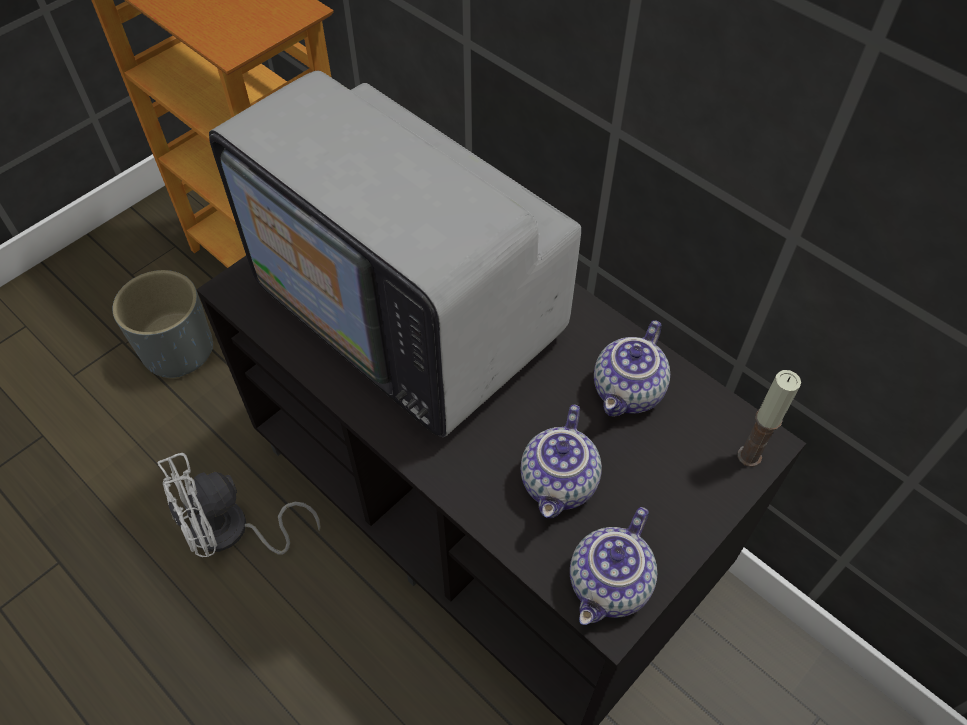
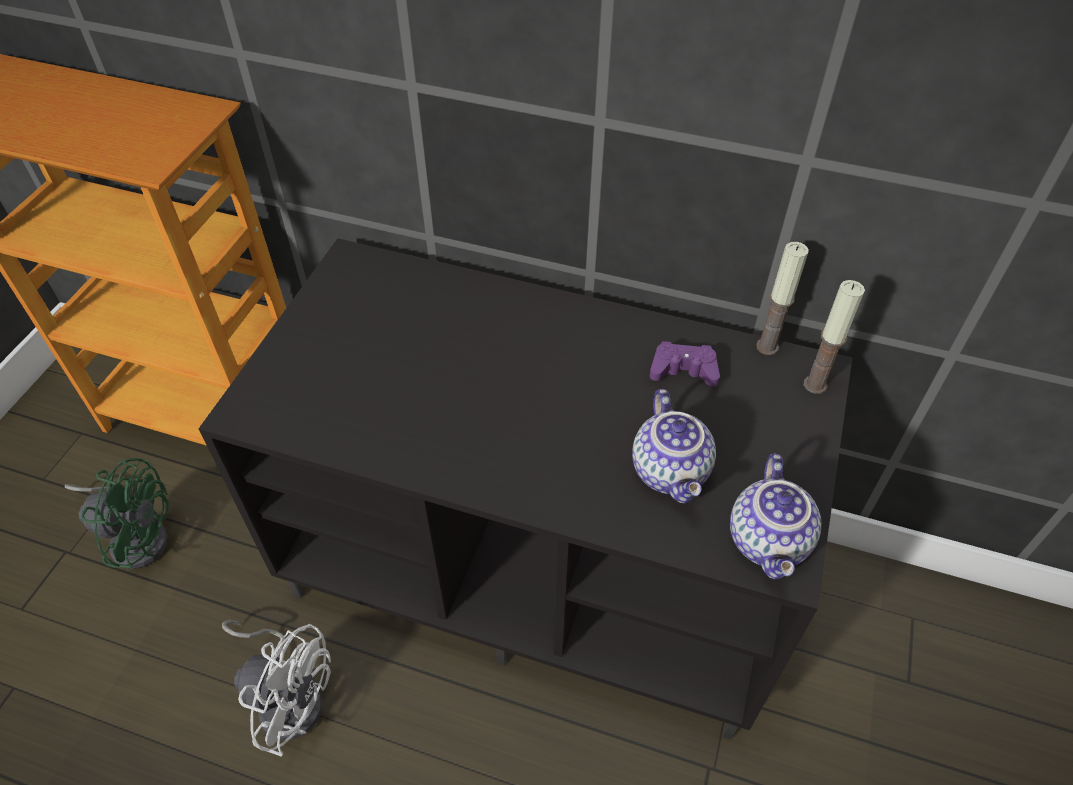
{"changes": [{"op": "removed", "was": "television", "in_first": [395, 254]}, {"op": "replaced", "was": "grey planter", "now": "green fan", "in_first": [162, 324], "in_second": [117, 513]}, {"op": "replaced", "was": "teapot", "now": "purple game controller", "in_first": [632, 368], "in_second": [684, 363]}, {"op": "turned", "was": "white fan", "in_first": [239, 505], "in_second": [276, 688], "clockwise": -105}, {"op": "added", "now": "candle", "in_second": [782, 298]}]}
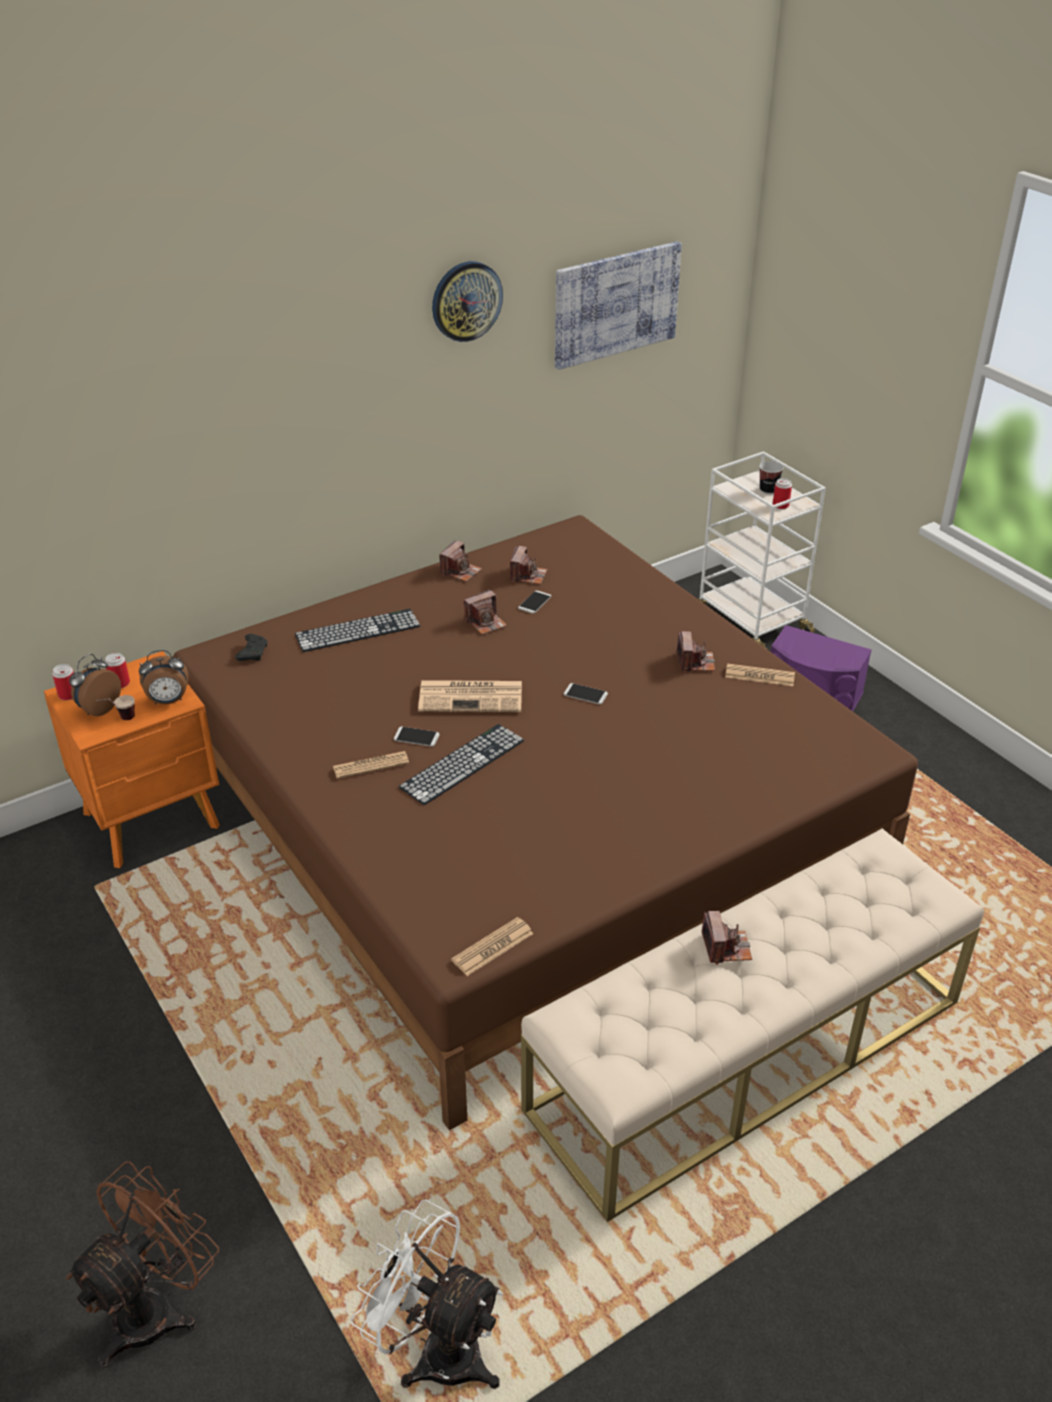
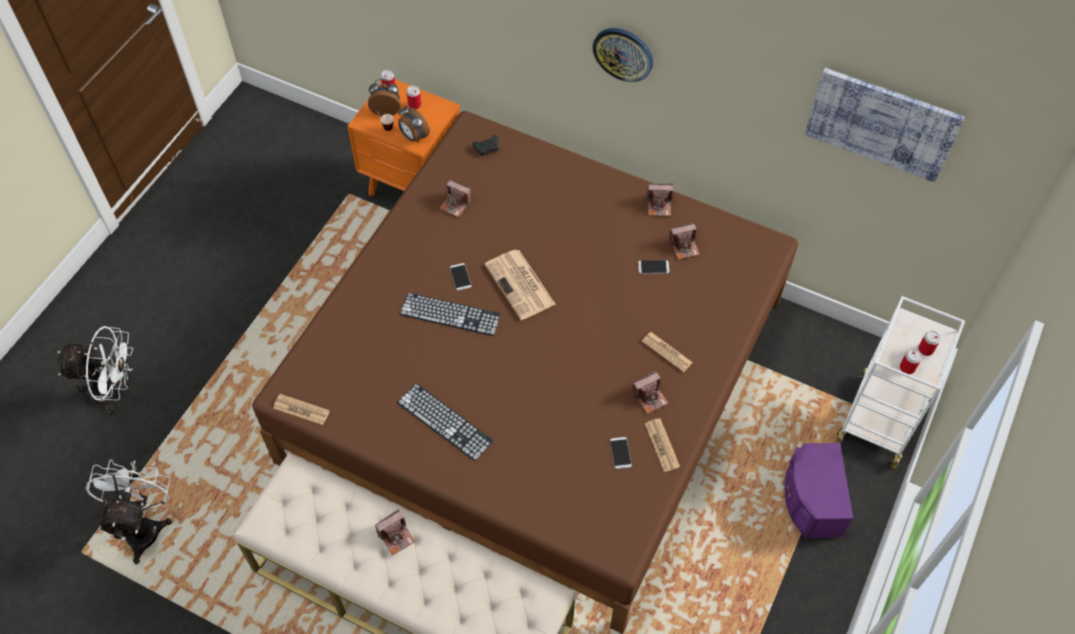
{"changes": [{"op": "moved", "was": "wall clock", "in_first": [467, 301], "in_second": [622, 55]}, {"op": "replaced", "was": "cup", "now": "can", "in_first": [771, 478], "in_second": [929, 343]}, {"op": "moved", "was": "photo camera", "in_first": [485, 612], "in_second": [456, 198]}, {"op": "moved", "was": "keyboard", "in_first": [357, 630], "in_second": [445, 422]}, {"op": "moved", "was": "phone", "in_first": [586, 693], "in_second": [621, 453]}, {"op": "moved", "was": "newspaper", "in_first": [371, 765], "in_second": [667, 352]}, {"op": "recoloured", "was": "brown fan", "now": "white fan", "in_first": [142, 1264], "in_second": [95, 370]}]}
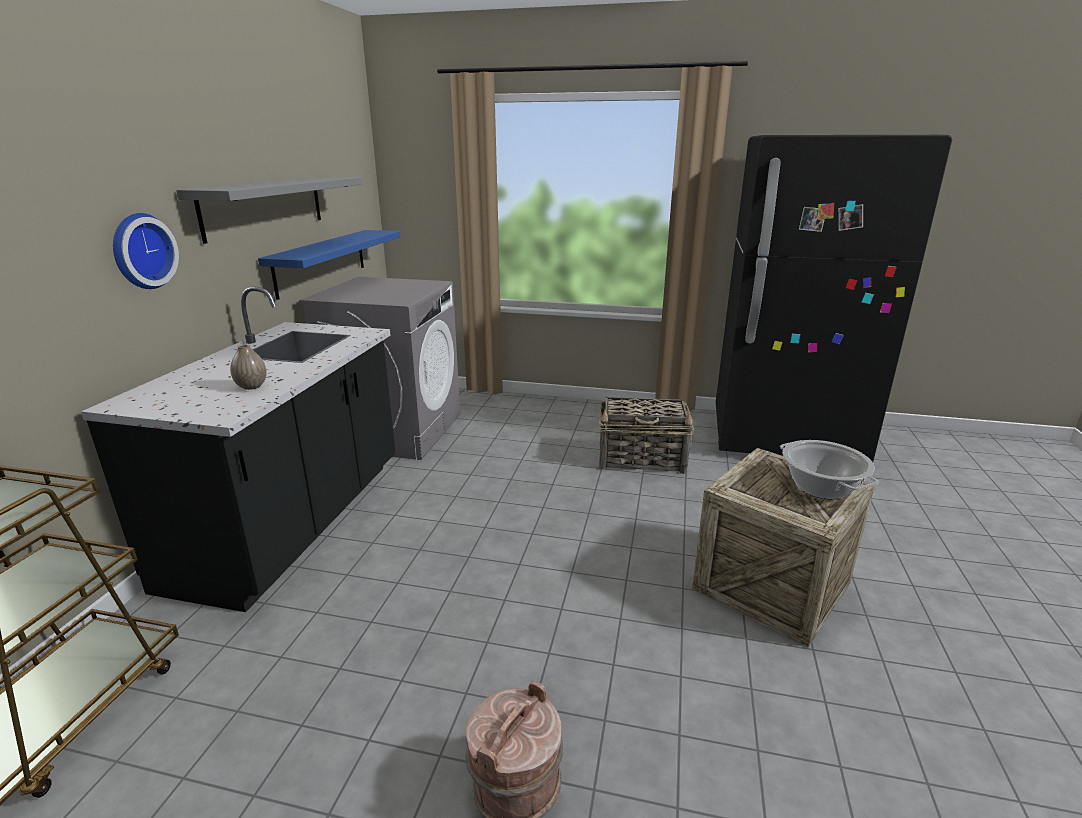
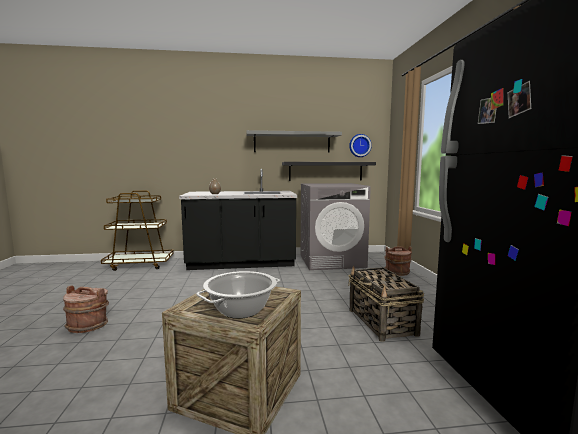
{"changes": [{"op": "moved", "was": "wall clock", "in_first": [146, 251], "in_second": [360, 145]}, {"op": "recoloured", "was": "blue shelf", "now": "black shelf", "in_first": [329, 265], "in_second": [329, 171]}, {"op": "added", "now": "brown bucket", "in_second": [398, 261]}]}
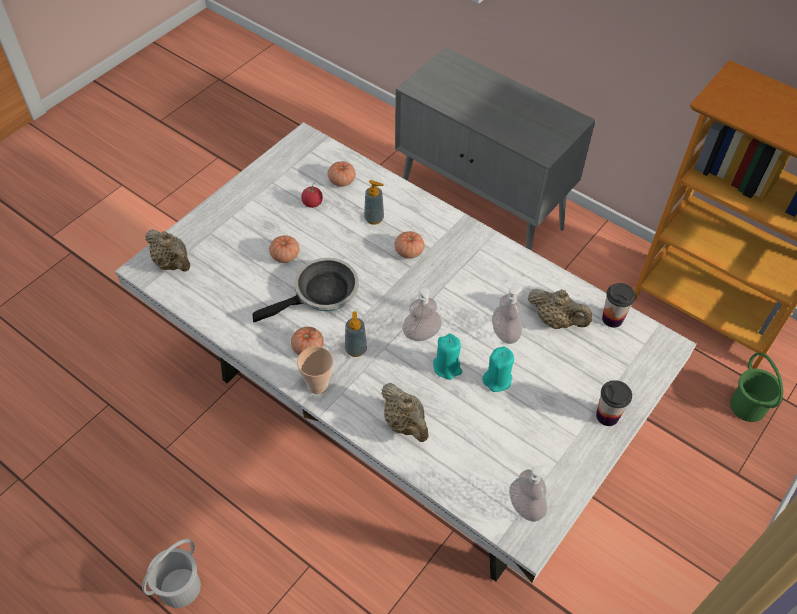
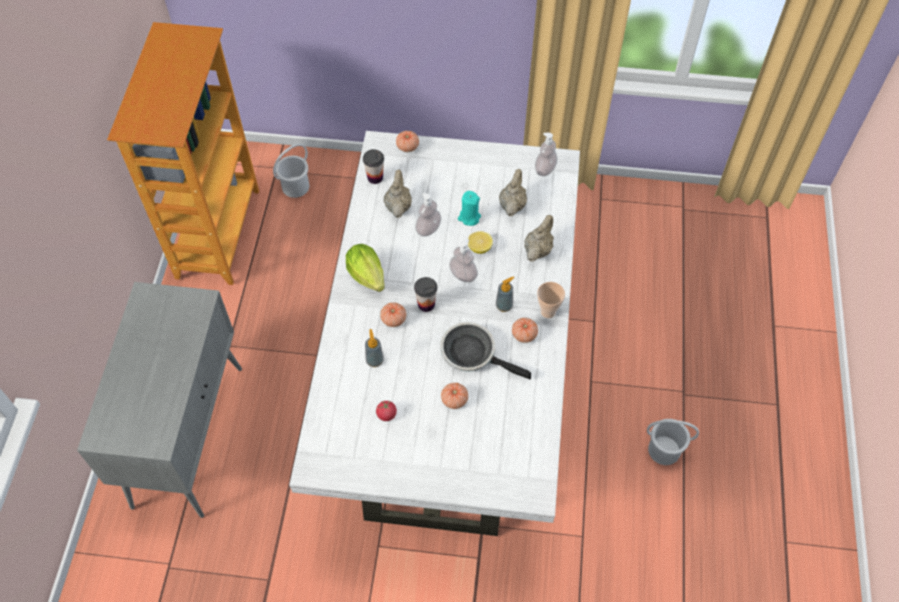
{"changes": [{"op": "moved", "was": "tomato", "in_first": [342, 174], "in_second": [407, 141]}, {"op": "moved", "was": "beige teapot", "in_first": [167, 250], "in_second": [513, 192]}, {"op": "replaced", "was": "turquoise candle", "now": "lemon", "in_first": [447, 357], "in_second": [480, 242]}, {"op": "recoloured", "was": "green bucket", "now": "white bucket", "in_first": [756, 387], "in_second": [291, 171]}, {"op": "moved", "was": "cup", "in_first": [614, 403], "in_second": [425, 294]}, {"op": "added", "now": "lettuce", "in_second": [365, 268]}]}
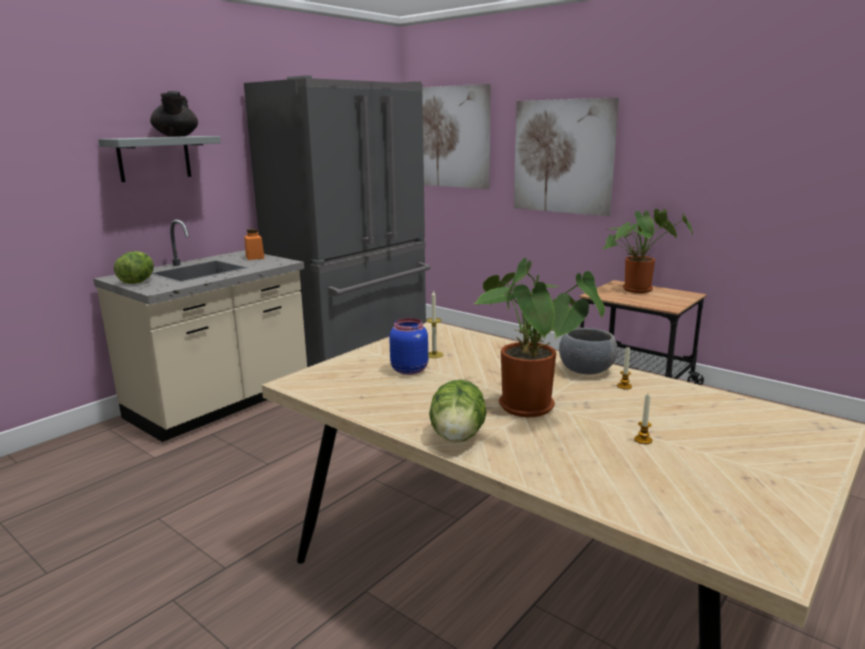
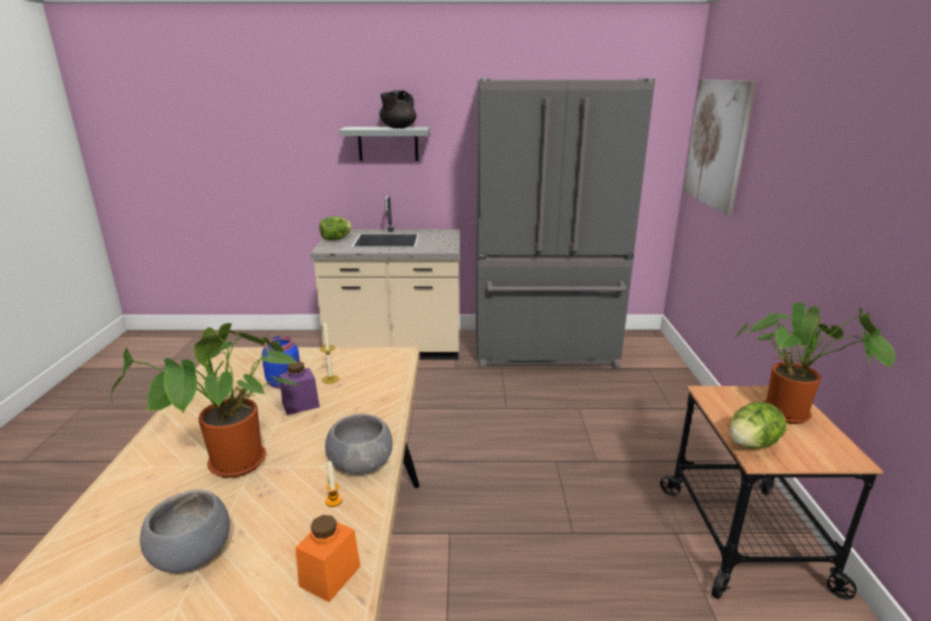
{"changes": [{"op": "removed", "was": "picture", "in_first": [566, 156]}, {"op": "moved", "was": "orange jar", "in_first": [254, 244], "in_second": [327, 558]}, {"op": "moved", "was": "lettuce", "in_first": [458, 411], "in_second": [758, 425]}, {"op": "replaced", "was": "candle", "now": "grey bowl", "in_first": [643, 419], "in_second": [185, 531]}, {"op": "added", "now": "purple jar", "in_second": [299, 388]}]}
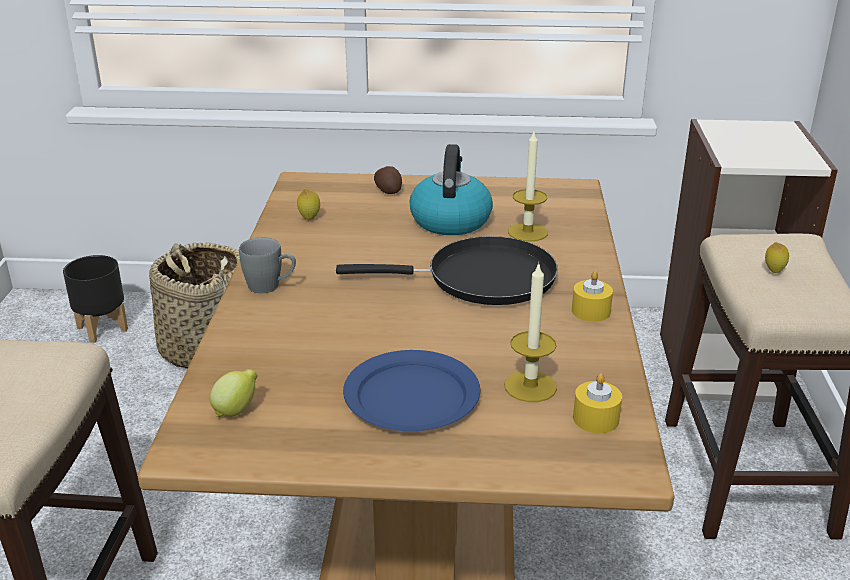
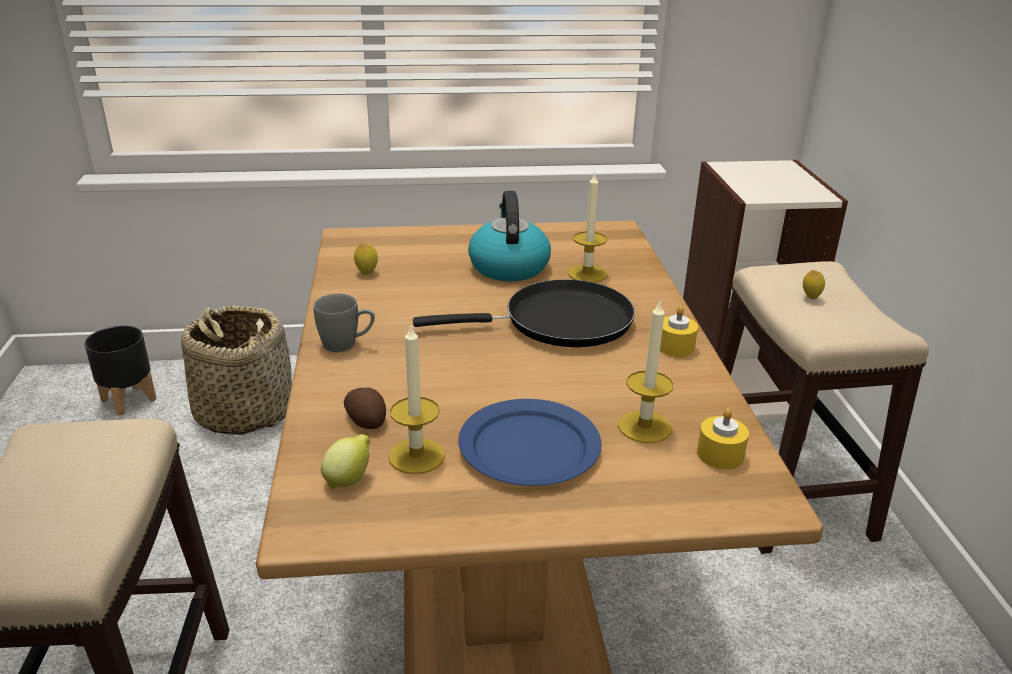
{"changes": [{"op": "moved", "was": "potato", "in_first": [388, 180], "in_second": [365, 408]}, {"op": "added", "now": "candle", "in_second": [416, 400]}]}
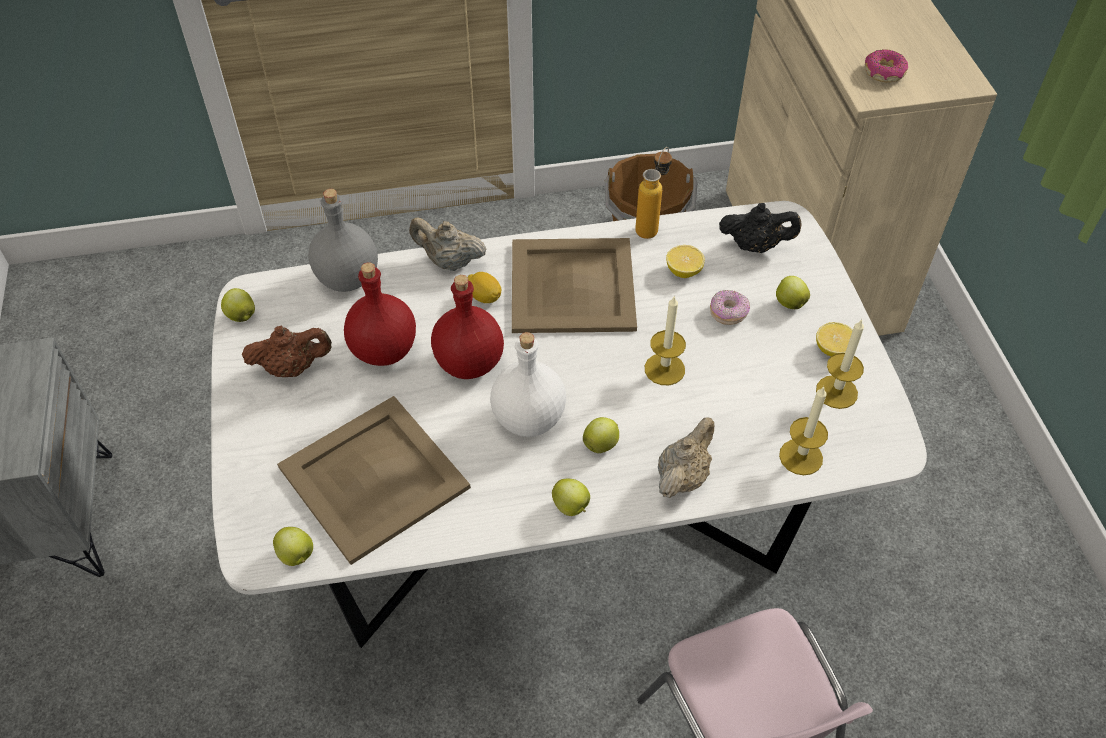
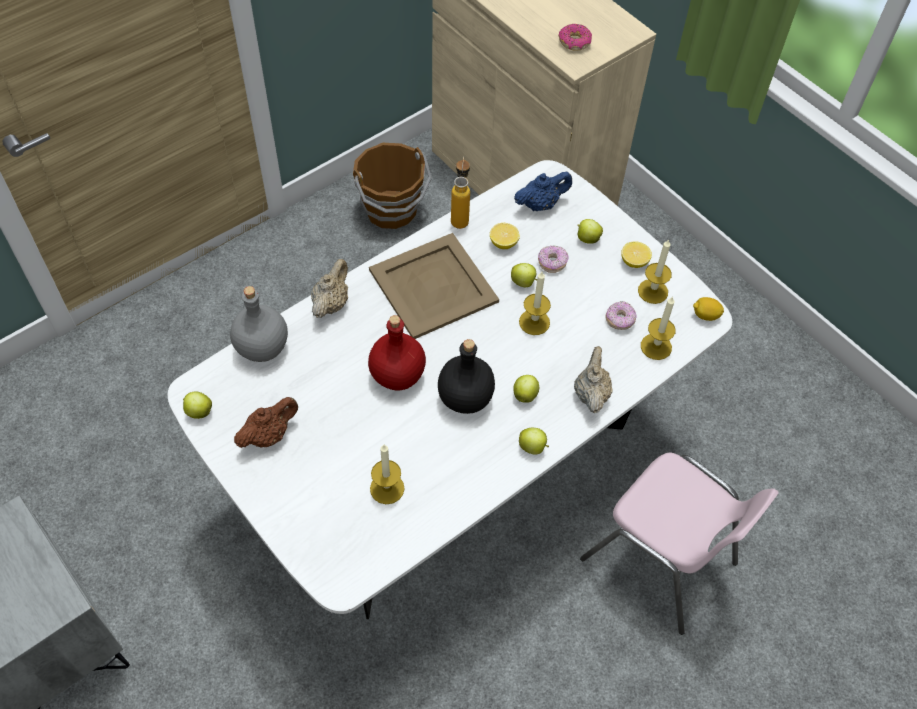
{"changes": [{"op": "recoloured", "was": "black teapot", "now": "blue teapot", "in_first": [760, 228], "in_second": [543, 191]}, {"op": "turned", "was": "beige teapot", "in_first": [447, 244], "in_second": [329, 288], "clockwise": 120}, {"op": "removed", "was": "red bottle", "in_first": [380, 314]}, {"op": "moved", "was": "lemon", "in_first": [484, 287], "in_second": [708, 309]}, {"op": "recoloured", "was": "white bottle", "now": "black bottle", "in_first": [528, 384], "in_second": [466, 376]}, {"op": "replaced", "was": "beige tray", "now": "candle", "in_first": [374, 480], "in_second": [387, 474]}, {"op": "moved", "was": "apple", "in_first": [293, 546], "in_second": [524, 275]}, {"op": "added", "now": "donut", "in_second": [621, 315]}]}
